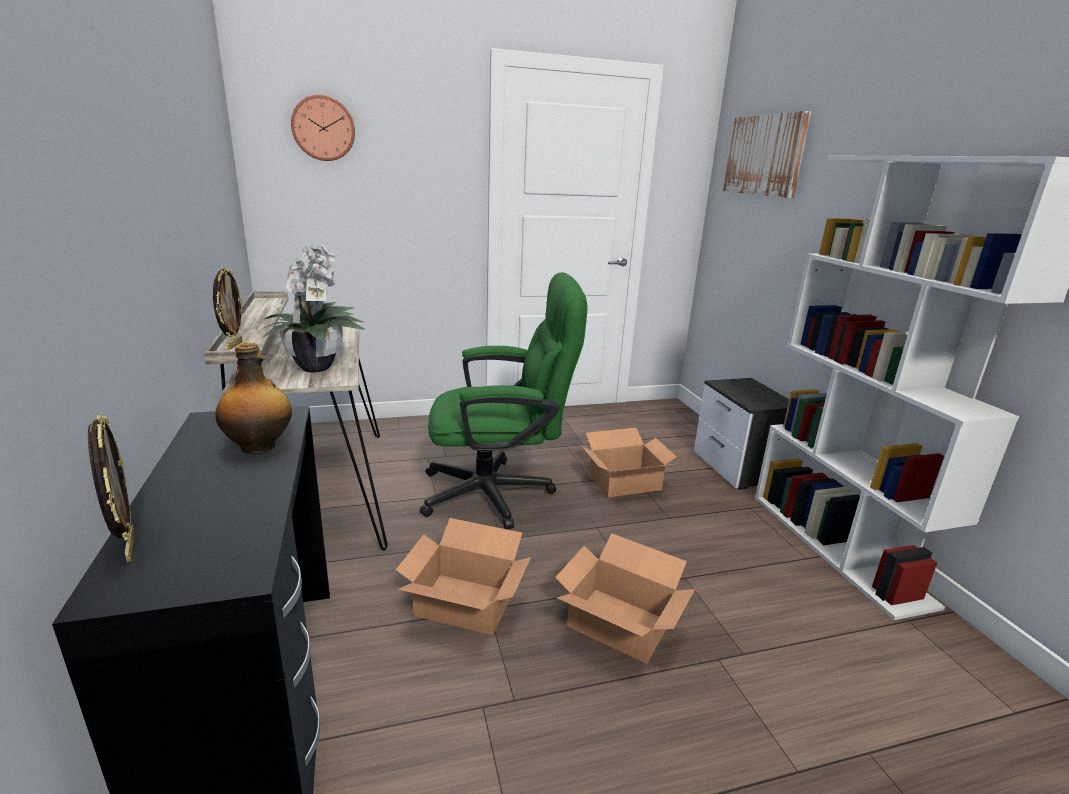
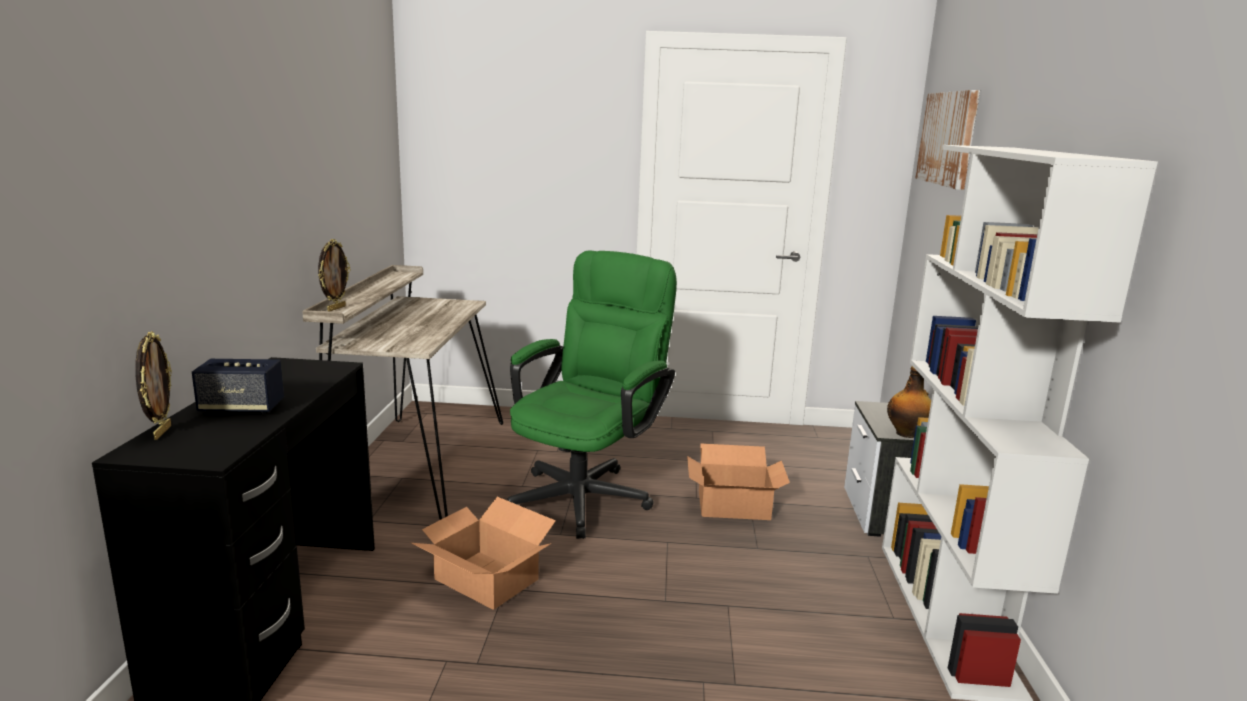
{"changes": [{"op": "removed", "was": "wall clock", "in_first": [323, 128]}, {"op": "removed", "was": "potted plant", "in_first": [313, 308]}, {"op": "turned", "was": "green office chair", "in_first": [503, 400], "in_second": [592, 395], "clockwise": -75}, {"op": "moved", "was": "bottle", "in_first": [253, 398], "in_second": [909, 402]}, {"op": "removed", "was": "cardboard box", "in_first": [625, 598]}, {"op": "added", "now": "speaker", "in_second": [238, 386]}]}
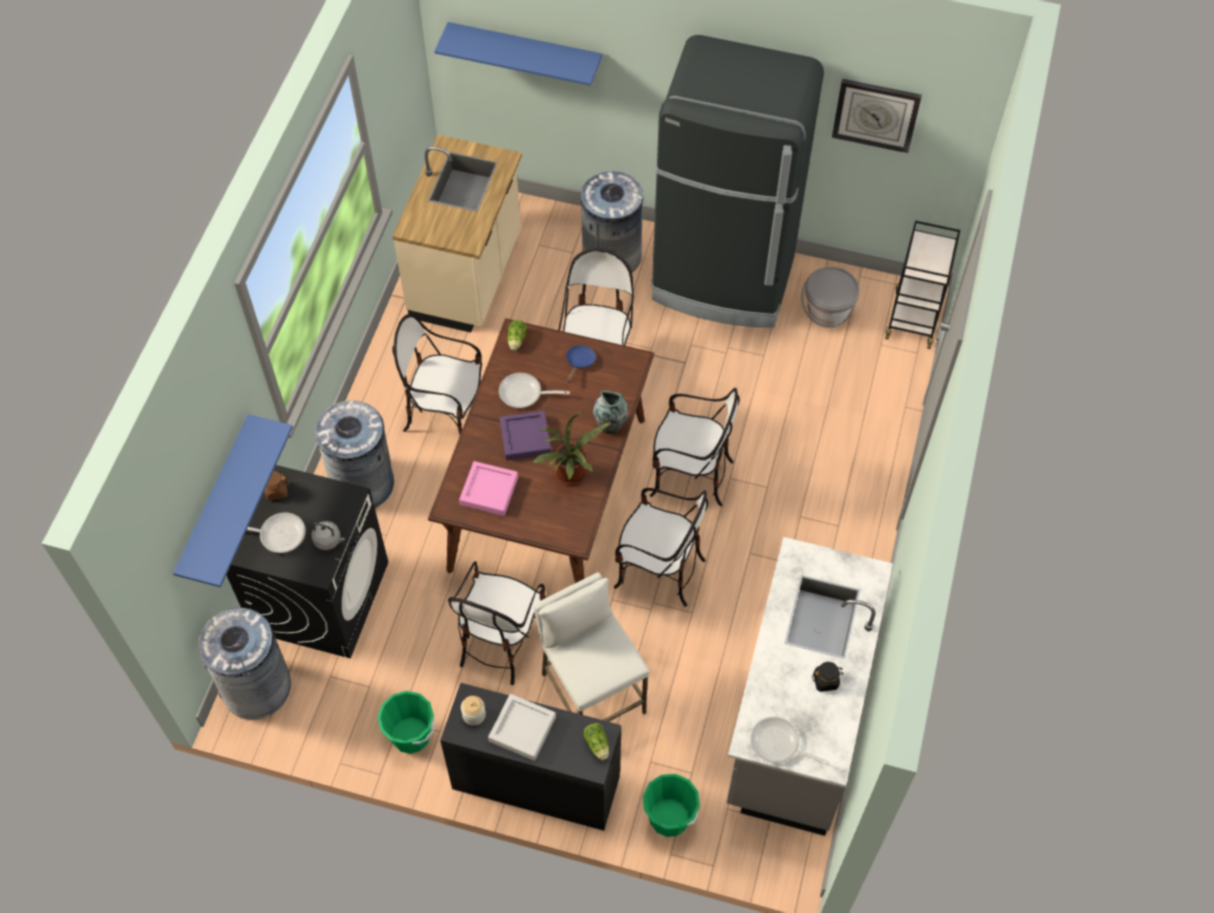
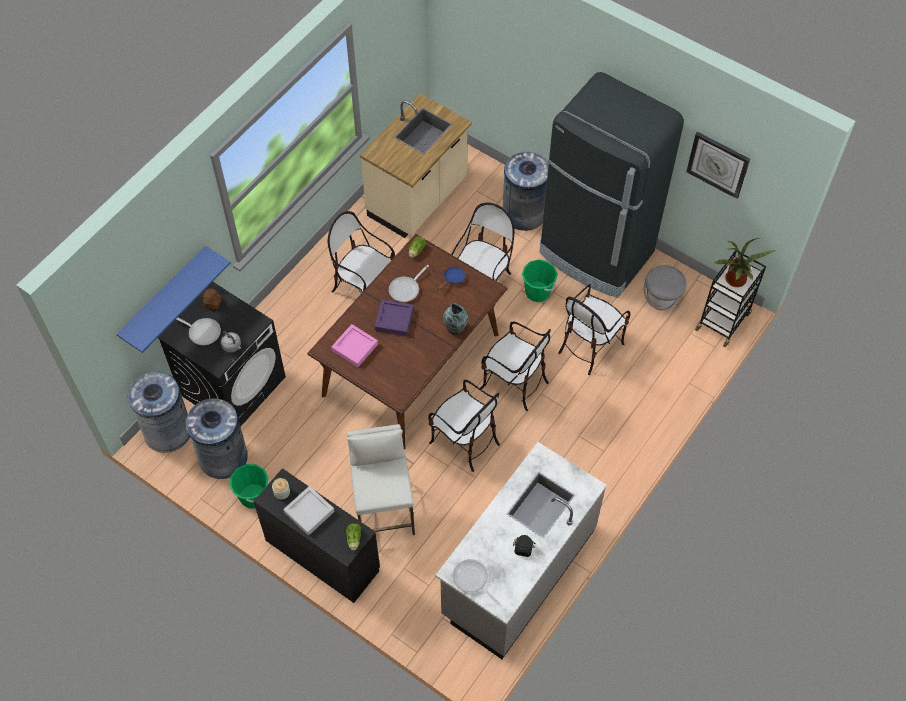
{"changes": [{"op": "removed", "was": "blue shelf", "in_first": [518, 54]}, {"op": "turned", "was": "frying pan", "in_first": [534, 390], "in_second": [409, 283], "clockwise": -75}, {"op": "moved", "was": "grey trash can", "in_first": [354, 454], "in_second": [217, 438]}, {"op": "moved", "was": "potted plant", "in_first": [571, 448], "in_second": [745, 262]}, {"op": "moved", "was": "chair", "in_first": [497, 623], "in_second": [594, 329]}, {"op": "moved", "was": "green bucket", "in_first": [671, 805], "in_second": [540, 281]}]}
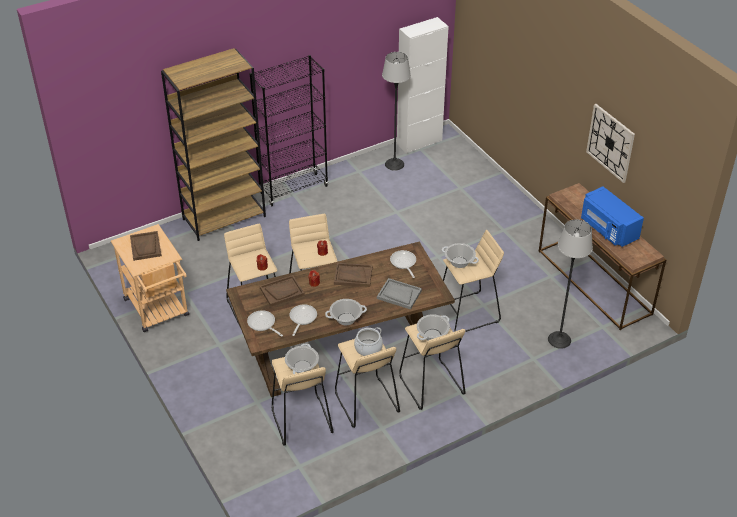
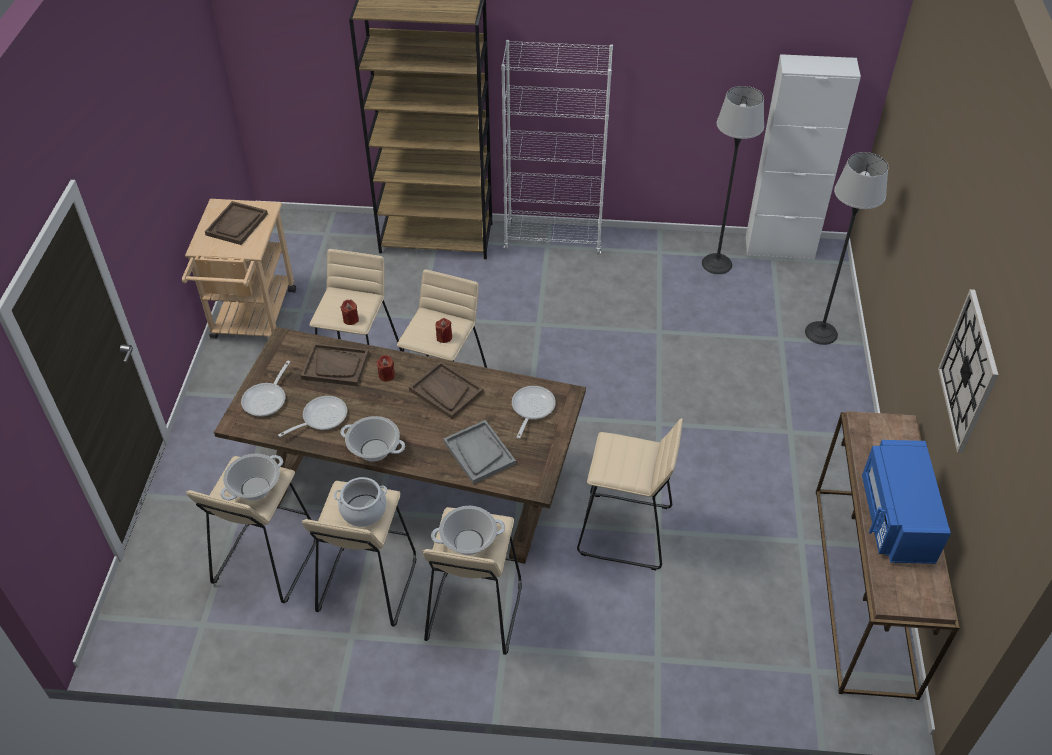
{"changes": [{"op": "recoloured", "was": "black bookcase", "now": "white bookcase", "in_first": [289, 130], "in_second": [557, 147]}, {"op": "moved", "was": "floor lamp", "in_first": [570, 284], "in_second": [847, 248]}, {"op": "removed", "was": "cooking pot", "in_first": [460, 255]}, {"op": "turned", "was": "frying pan", "in_first": [265, 323], "in_second": [265, 389], "clockwise": -150}]}
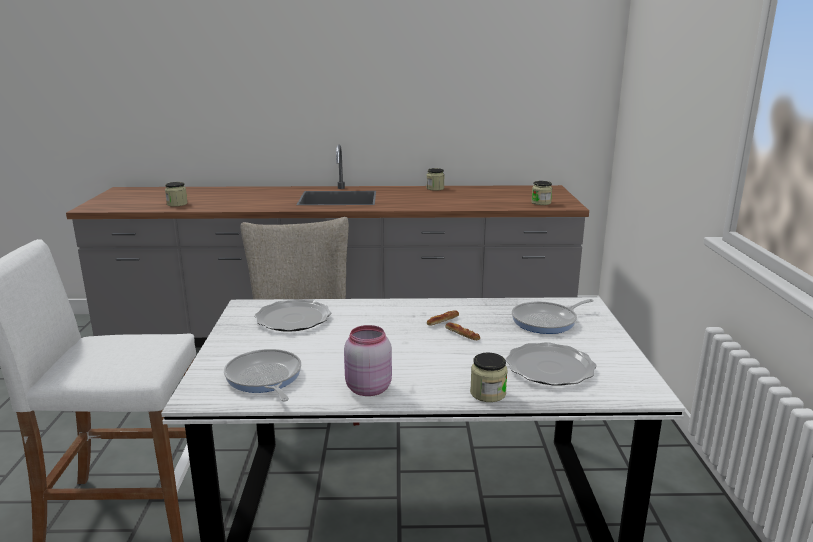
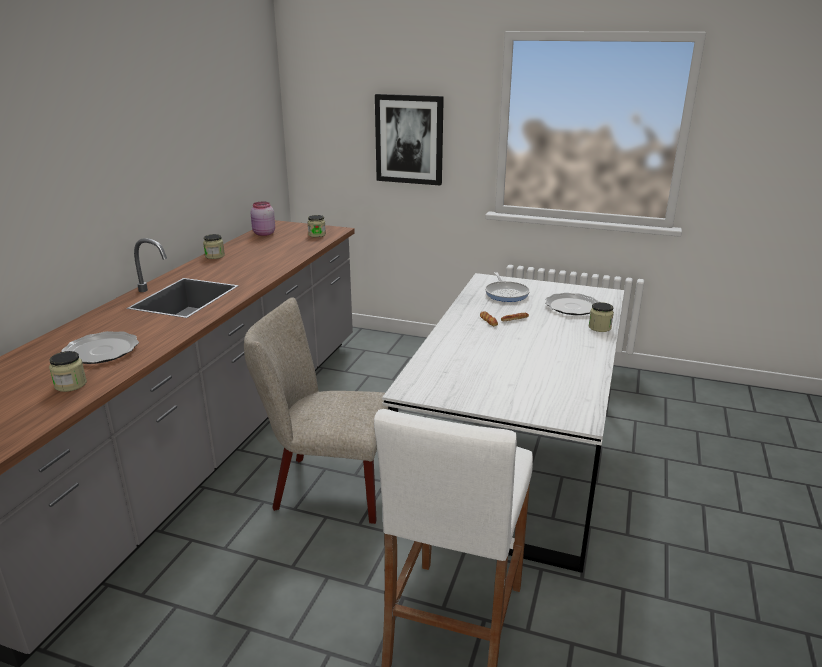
{"changes": [{"op": "moved", "was": "plate", "in_first": [292, 315], "in_second": [100, 347]}, {"op": "moved", "was": "pink jar", "in_first": [368, 360], "in_second": [262, 219]}, {"op": "removed", "was": "frying pan", "in_first": [262, 375]}, {"op": "added", "now": "picture", "in_second": [409, 139]}]}
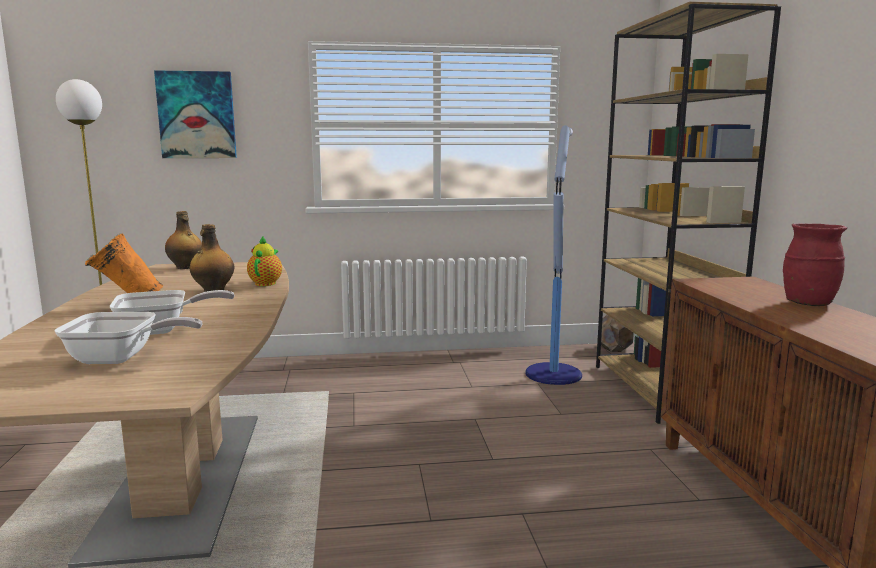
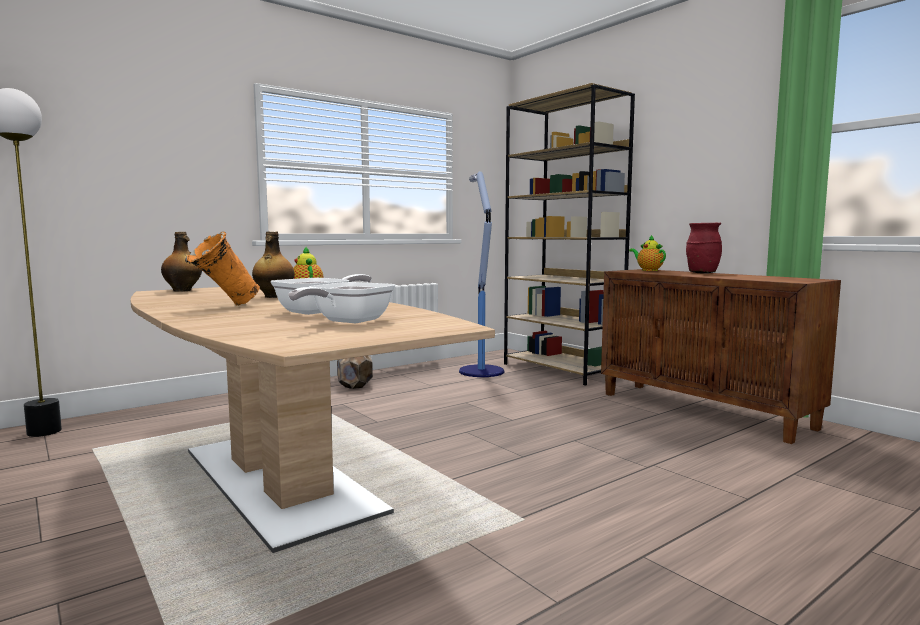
{"changes": [{"op": "removed", "was": "picture", "in_first": [195, 114]}, {"op": "turned", "was": "frying pan", "in_first": [128, 338], "in_second": [341, 302], "clockwise": 150}, {"op": "moved", "was": "brown planter", "in_first": [617, 333], "in_second": [355, 372]}, {"op": "added", "now": "teapot", "in_second": [647, 253]}]}
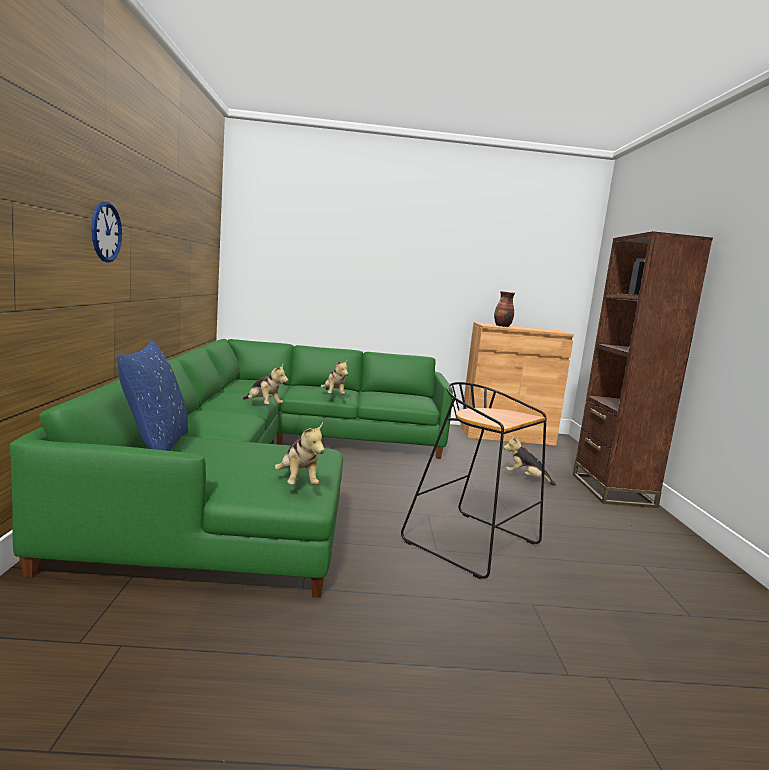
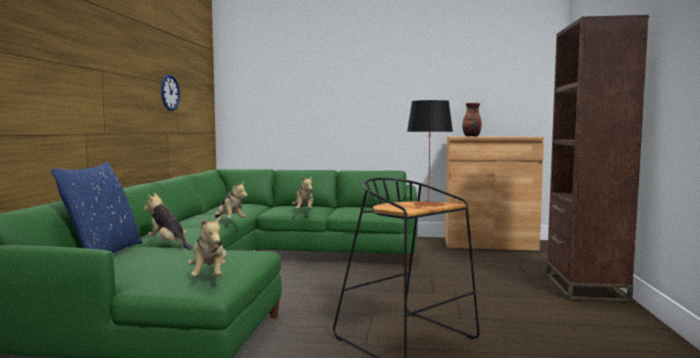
{"changes": [{"op": "moved", "was": "wall clock", "in_first": [106, 232], "in_second": [170, 93]}, {"op": "moved", "was": "plush toy", "in_first": [530, 460], "in_second": [168, 221]}, {"op": "added", "now": "table lamp", "in_second": [430, 153]}]}
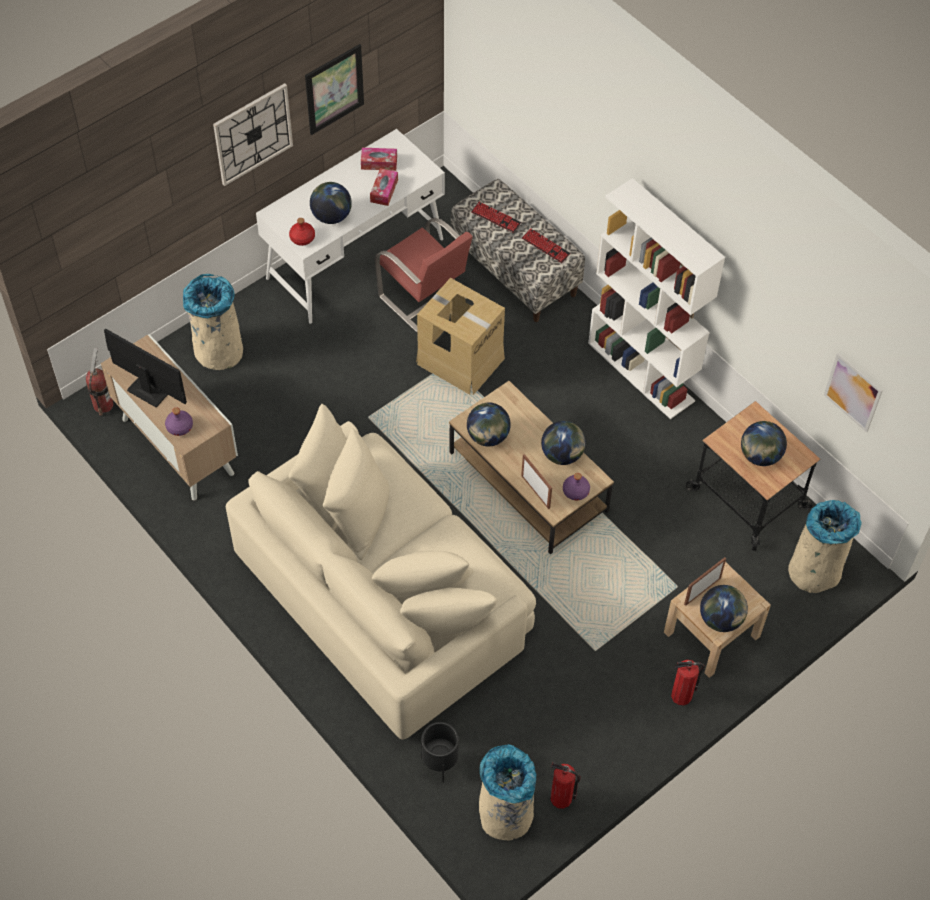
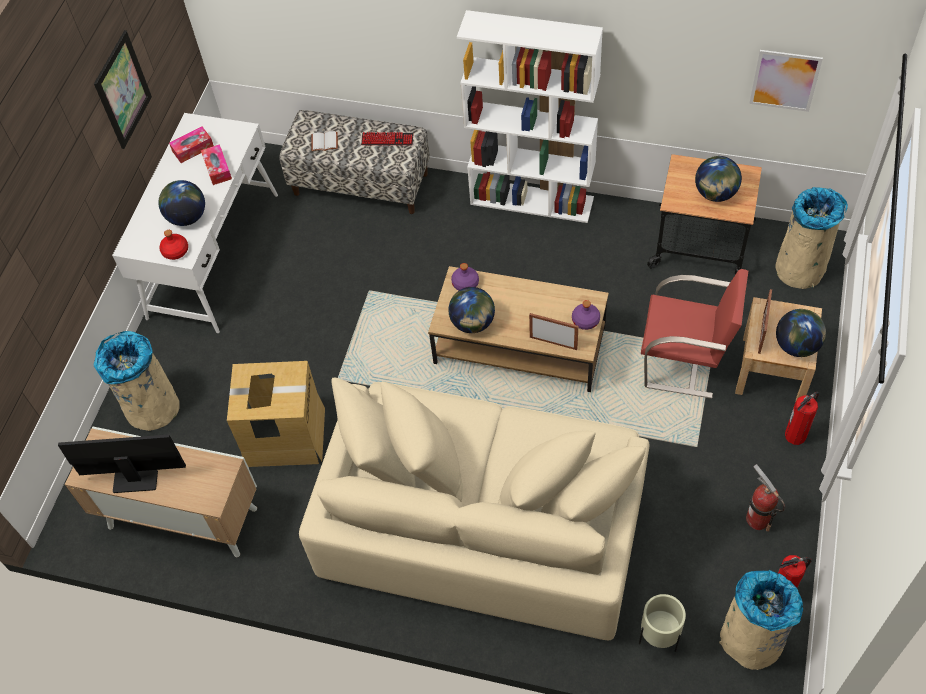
{"changes": [{"op": "removed", "was": "wall clock", "in_first": [253, 134]}, {"op": "replaced", "was": "keyboard", "now": "white book", "in_first": [496, 217], "in_second": [324, 141]}, {"op": "moved", "was": "red chair", "in_first": [424, 275], "in_second": [694, 334]}, {"op": "moved", "was": "cardboard box", "in_first": [460, 336], "in_second": [276, 414]}, {"op": "moved", "was": "fire extinguisher", "in_first": [99, 382], "in_second": [765, 498]}, {"op": "moved", "was": "purple bottle", "in_first": [179, 421], "in_second": [465, 277]}, {"op": "removed", "was": "globe", "in_first": [563, 443]}, {"op": "recoloured", "was": "black planter", "now": "beige planter", "in_first": [440, 752], "in_second": [662, 623]}]}
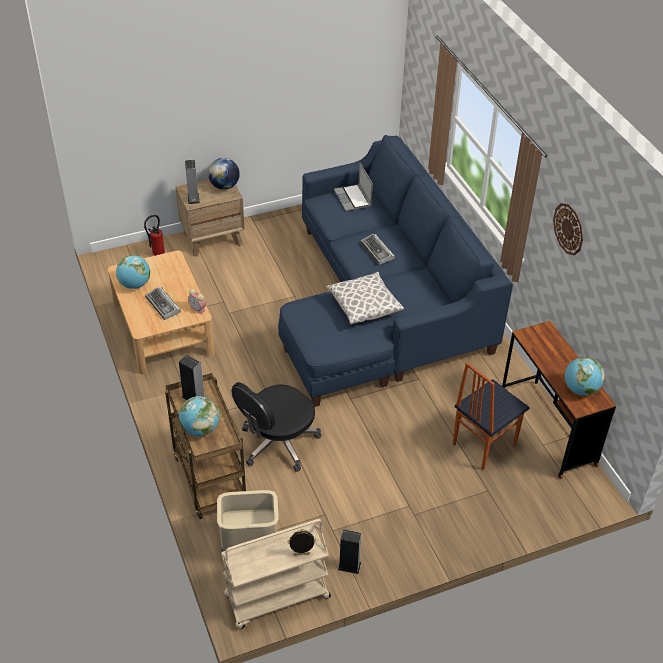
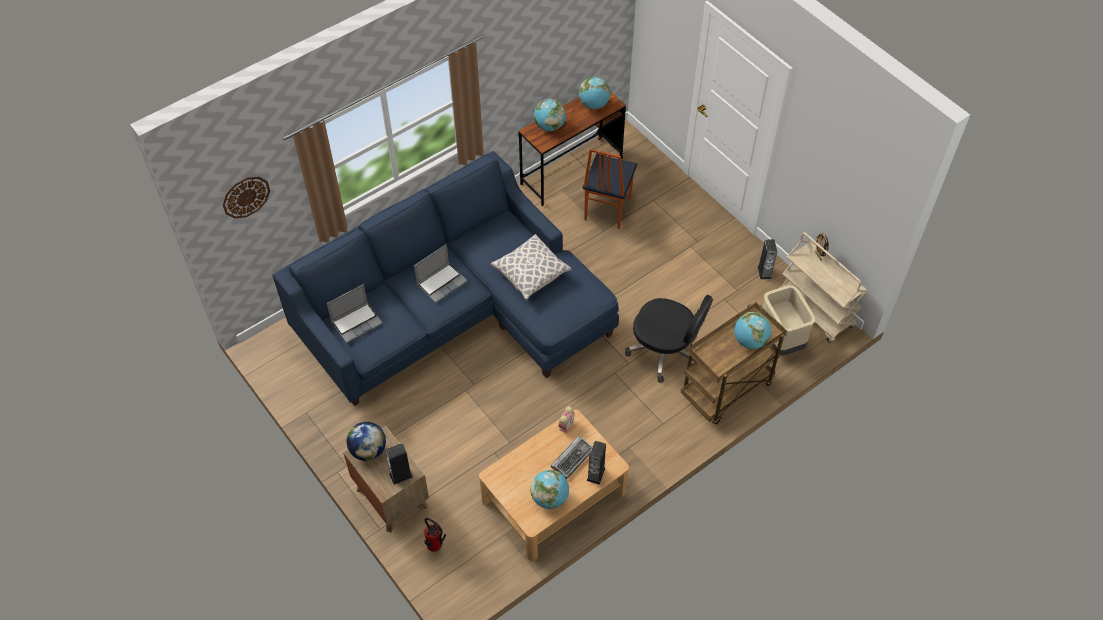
{"changes": [{"op": "moved", "was": "wall clock", "in_first": [568, 229], "in_second": [246, 198]}, {"op": "replaced", "was": "keyboard", "now": "laptop", "in_first": [378, 249], "in_second": [440, 273]}, {"op": "moved", "was": "speaker", "in_first": [192, 377], "in_second": [596, 463]}, {"op": "turned", "was": "chair", "in_first": [491, 416], "in_second": [610, 189], "clockwise": 75}, {"op": "added", "now": "globe", "in_second": [550, 115]}]}
